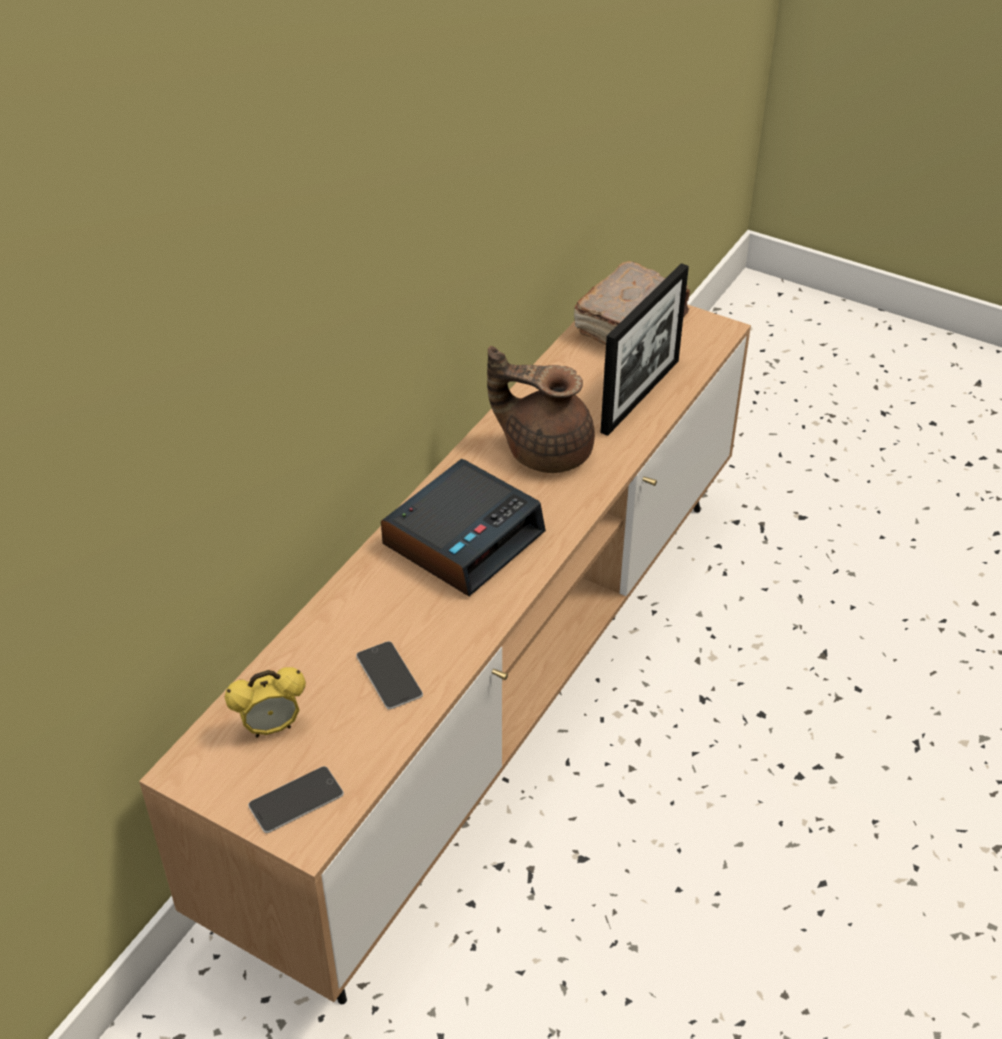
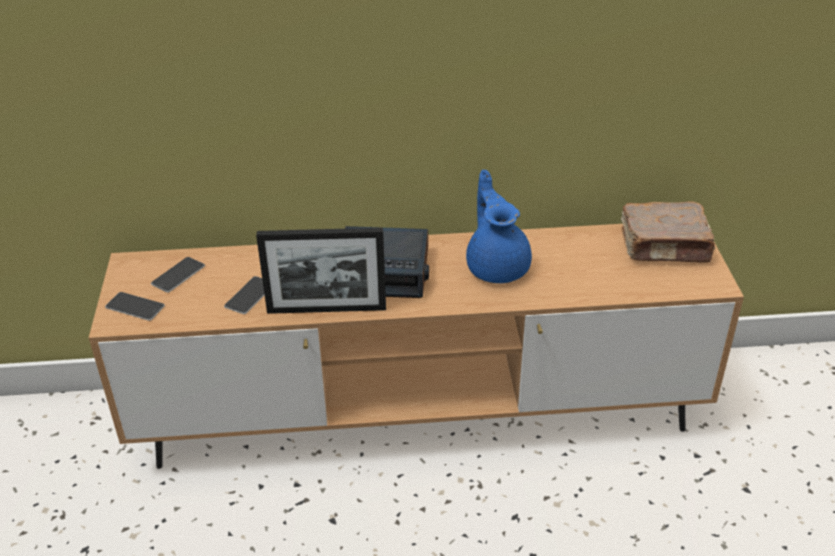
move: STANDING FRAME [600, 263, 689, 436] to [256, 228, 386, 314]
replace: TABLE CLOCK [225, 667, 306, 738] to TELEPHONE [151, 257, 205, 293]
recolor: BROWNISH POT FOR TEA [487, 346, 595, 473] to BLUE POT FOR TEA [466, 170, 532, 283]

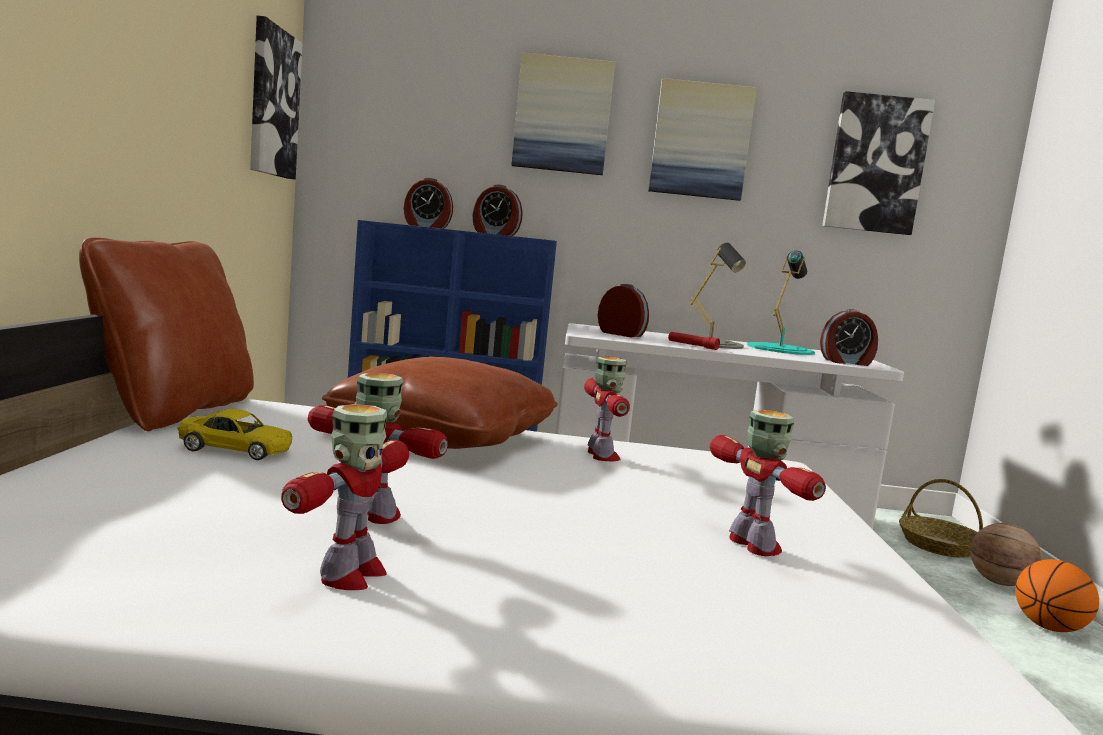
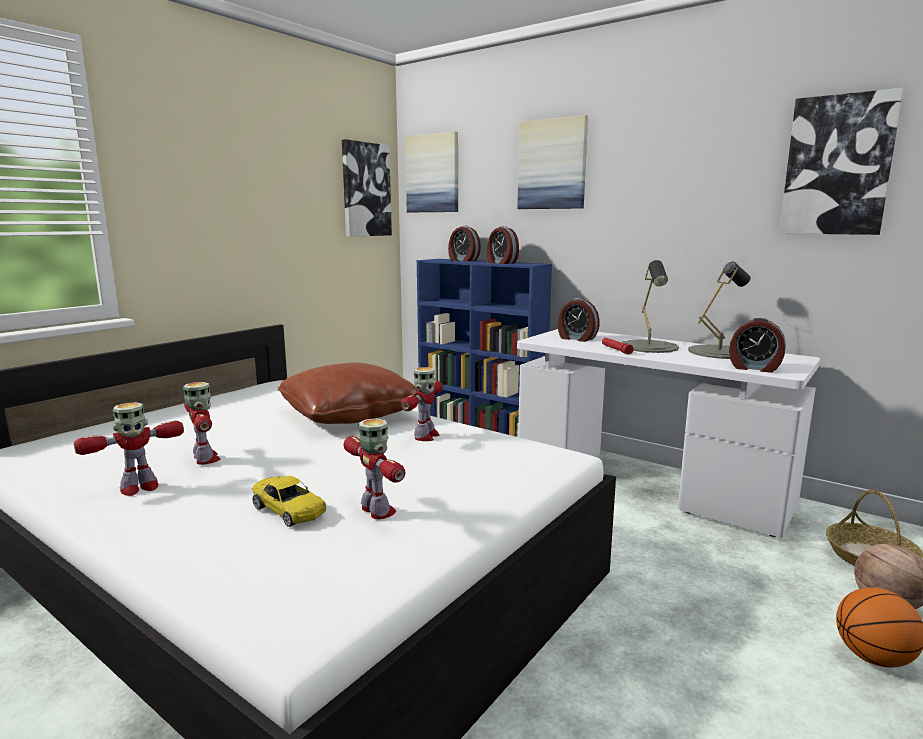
delete: BROWNISH THROW PILLOW [79, 238, 254, 431]
move: YELLOW-COLOURED MINIATURE CAR [177, 409, 292, 460] to [252, 476, 326, 527]; WALL PICTURE [648, 78, 757, 201] to [405, 131, 458, 212]
recolor: BLUE-GREEN TABLE LAMP [747, 251, 815, 355] to GRAY TABLE LAMP [688, 262, 751, 359]
rotate: TABLE CLOCK [598, 284, 649, 337] = [558, 298, 600, 342] 150 degrees clockwise; TOY ROBOT [710, 410, 826, 556] = [344, 419, 405, 519] 45 degrees counterclockwise

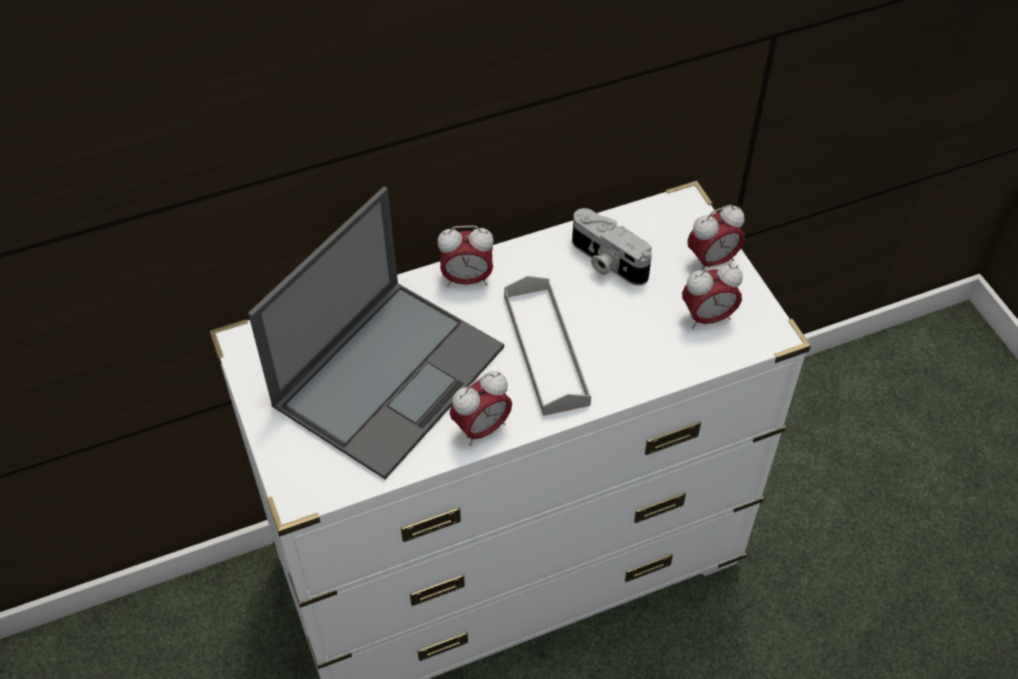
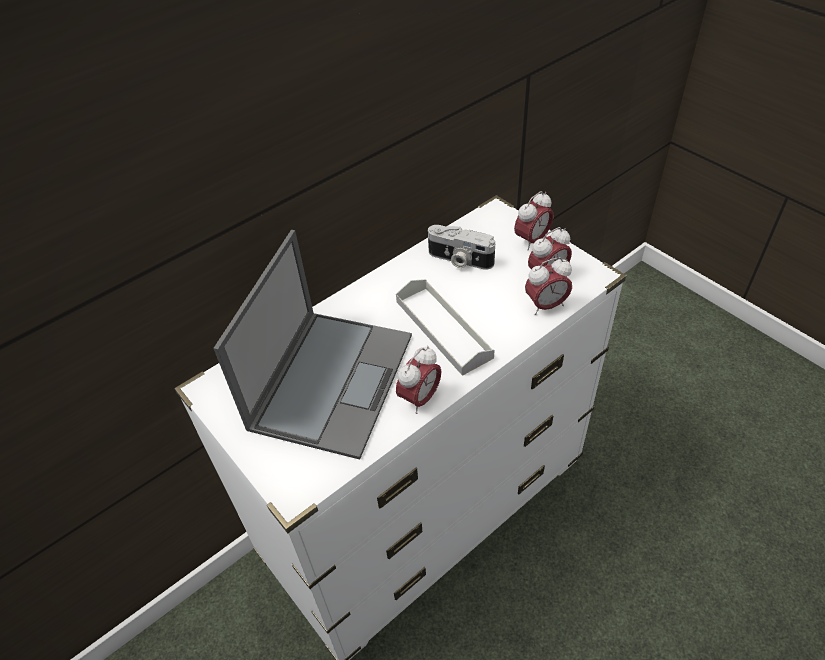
move: TABLE CLOCK [437, 225, 494, 287] to [525, 257, 572, 315]

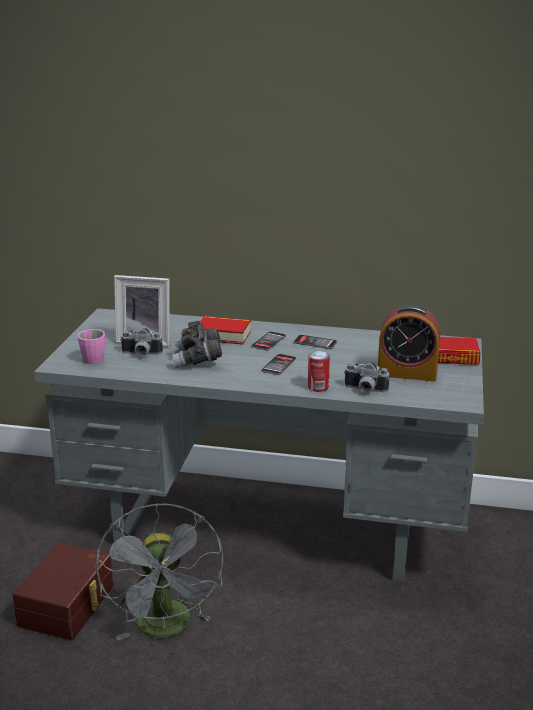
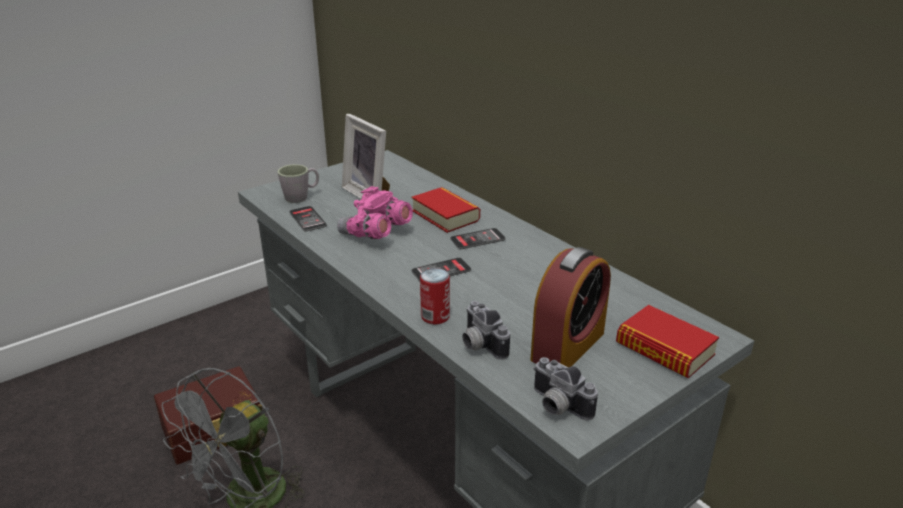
move: PHOTO CAMERA [120, 328, 163, 356] to [533, 357, 598, 420]; TELEPHONE [294, 335, 337, 349] to [289, 206, 327, 232]
recolor: PINK TEA MUG [77, 329, 105, 364] to GRAY TEA MUG [277, 164, 319, 203]; GRAY FIELD GLASSES [172, 321, 222, 368] to PINK FIELD GLASSES [337, 186, 413, 239]
rotate: TABLE CLOCK [378, 304, 440, 381] = [530, 247, 611, 367] 105 degrees counterclockwise

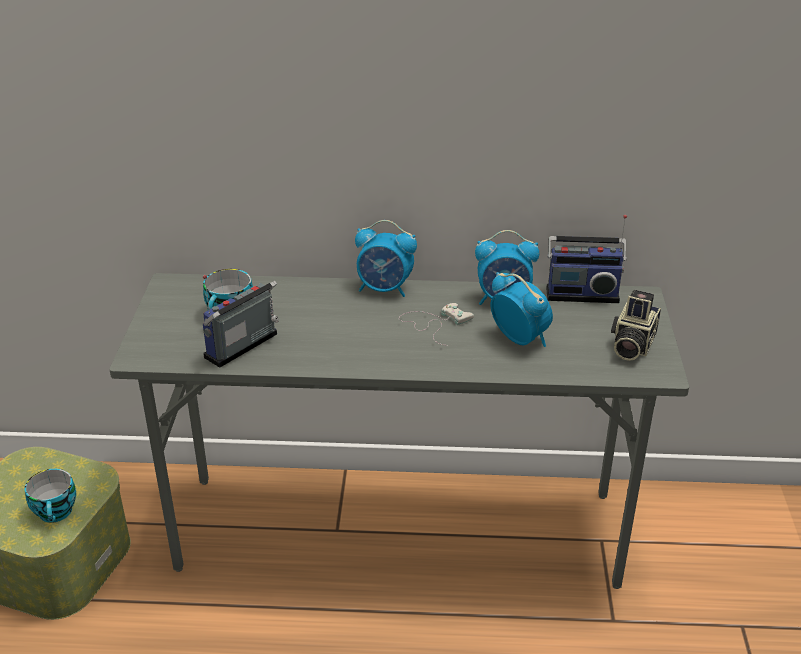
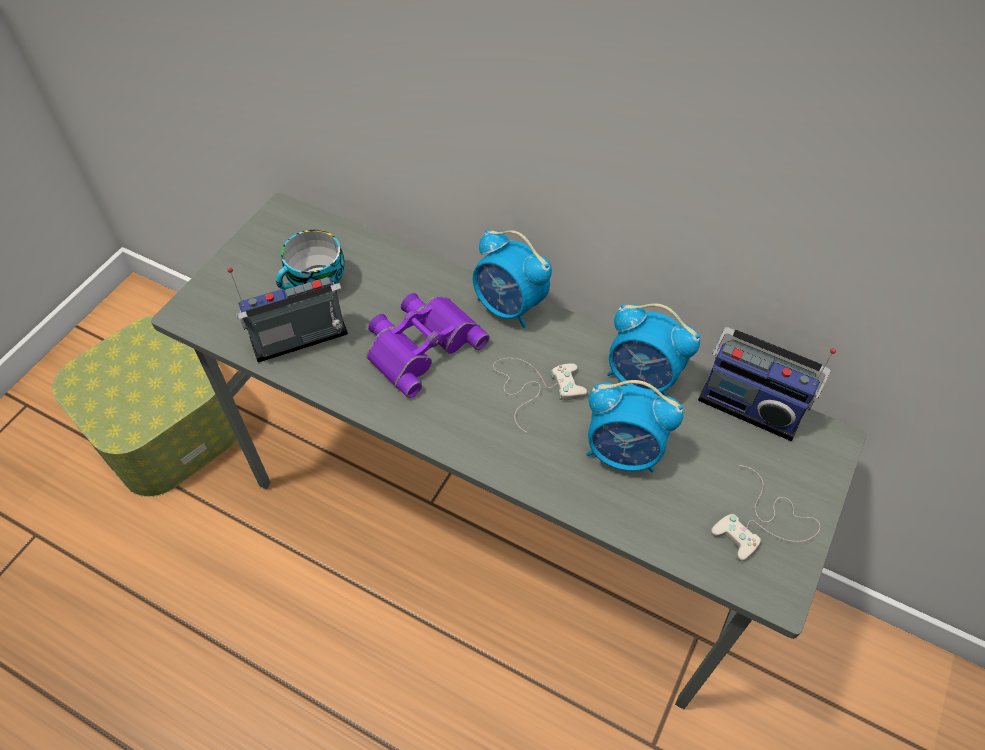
delete: SMALL CUP [25, 469, 76, 523]
insert: PURPLE-COLOURED FIELD GLASSES [366, 293, 490, 398]
replace: PHOTO CAMERA [611, 290, 661, 361] to WHITISH JOYPAD [711, 465, 820, 561]
rotate: TABLE CLOCK [490, 272, 553, 347] = [586, 380, 683, 472] 120 degrees clockwise

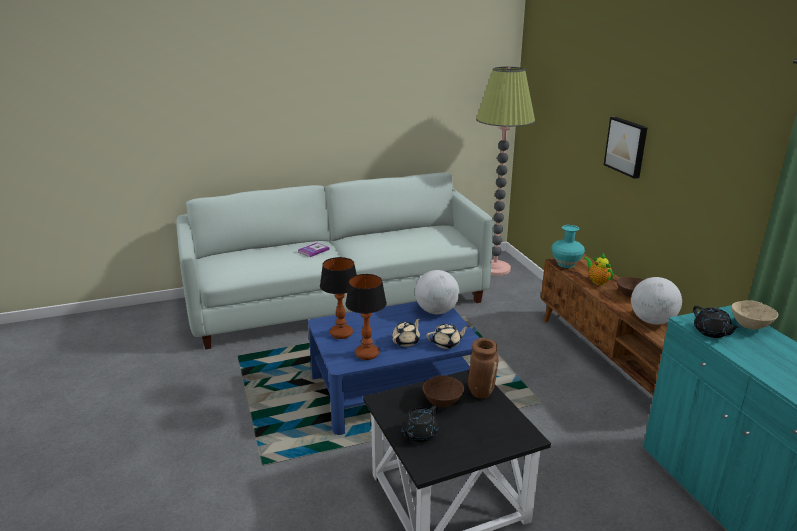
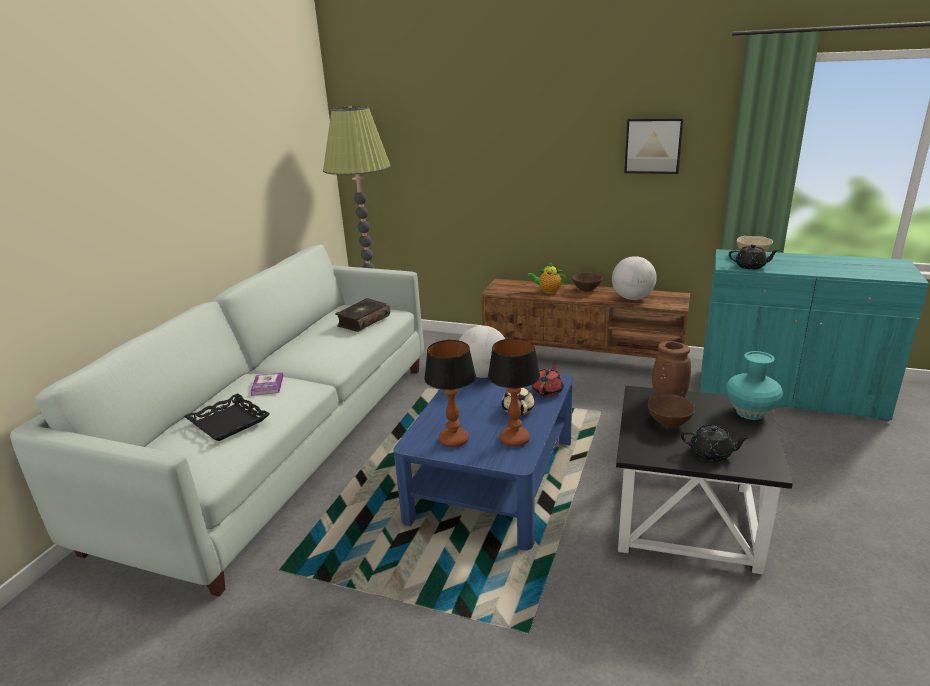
insert: BLACK-COLOURED CARRYING TRAY [184, 394, 270, 441]; BOOK [335, 298, 390, 332]
move: BLUE-GREEN FLOWER VASE [551, 225, 585, 268] to [726, 351, 783, 420]; WALL PICTURE [604, 117, 648, 179] to [624, 118, 684, 174]
recolor: BEIGE-COLOURED POT FOR TEA [426, 324, 469, 349] to REDDISH POT FOR TEA [532, 363, 564, 397]
rotate: BLACK-COLOURED POT FOR TEA [401, 406, 438, 442] = [681, 425, 751, 461] 60 degrees counterclockwise

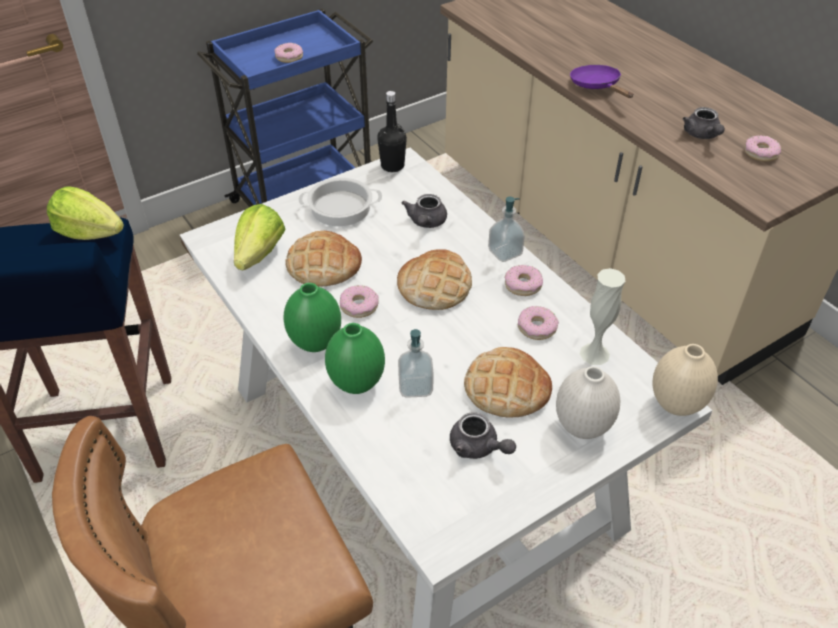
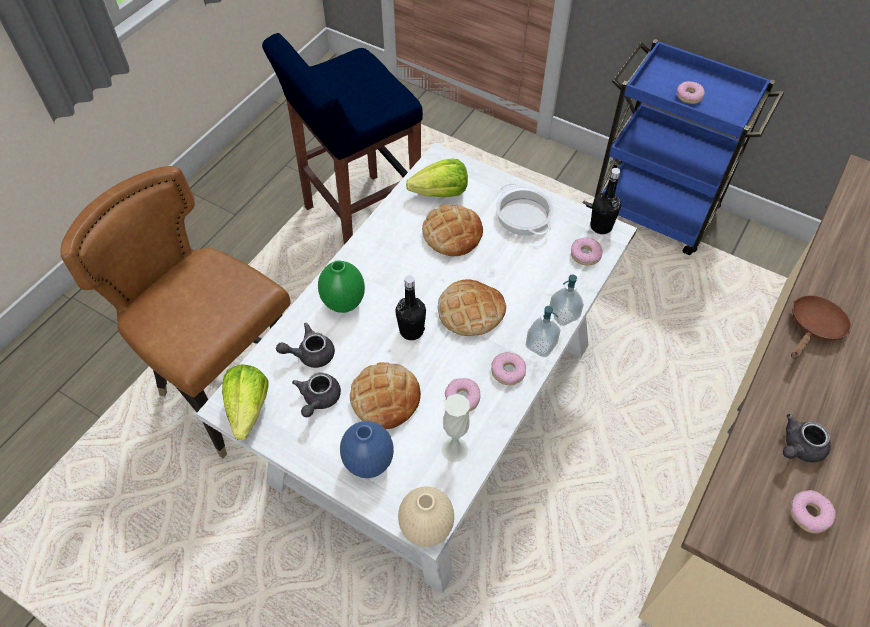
delete: GREEN-COLOURED FLOWER VASE [284, 283, 341, 352]
insert: BLACK-COLOURED BEVERAGE BOTTLE [396, 275, 426, 340]
move: HEAD OF LETTUCE [47, 186, 124, 240] to [222, 364, 269, 440]; DONUT [340, 285, 379, 318] to [571, 237, 602, 265]; LIQUID SOAP BOTTLE [398, 329, 434, 398] to [549, 275, 584, 326]; GRAY POT FOR TEA [401, 194, 447, 228] to [276, 323, 335, 368]
recolor: WHITISH FLOWER VASE [556, 366, 621, 439] to BLUE FLOWER VASE [340, 421, 394, 478]; PURPLE-COLOURED PAN [570, 65, 633, 98] to BROWNISH PAN [791, 295, 851, 359]

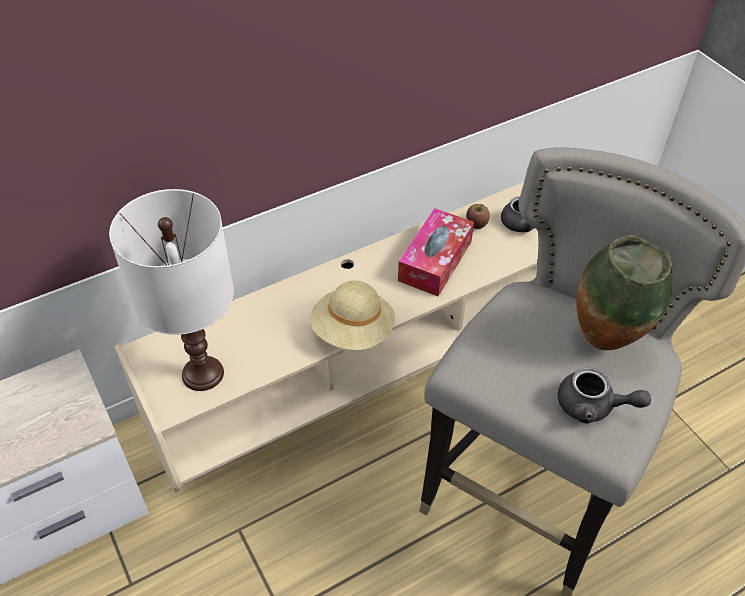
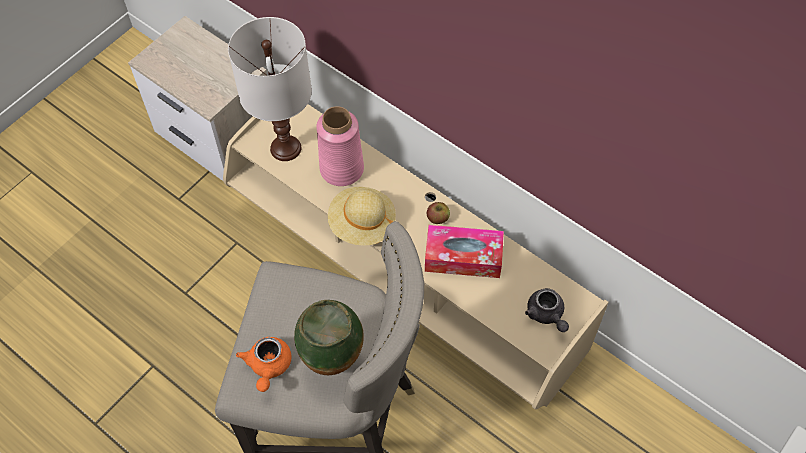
insert: PINK FLOWER VASE [316, 106, 364, 186]
move: APPLE FRUIT [466, 204, 489, 229] to [427, 202, 450, 224]
recolor: GRAY POT FOR TEA [558, 368, 651, 424] to ORANGEY POT FOR TEA [236, 337, 291, 392]

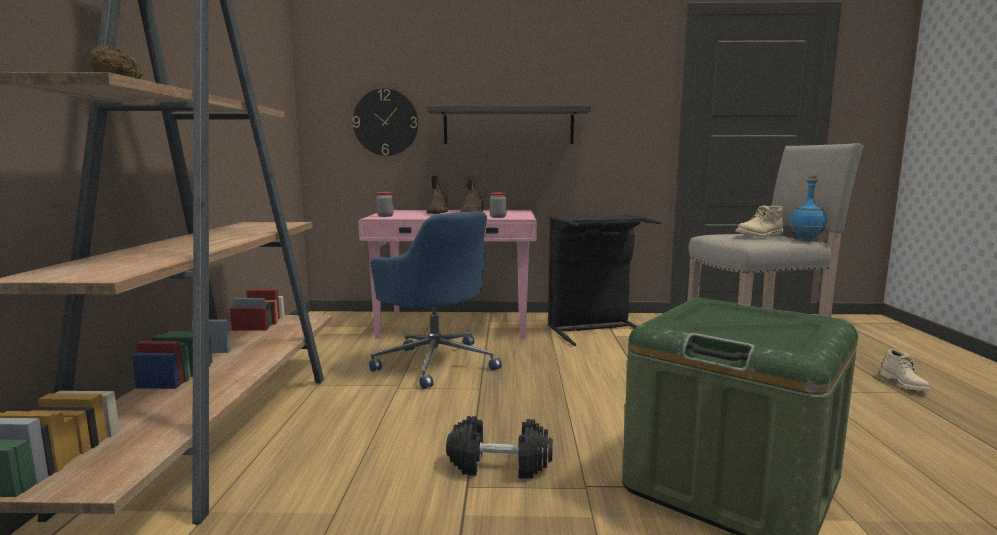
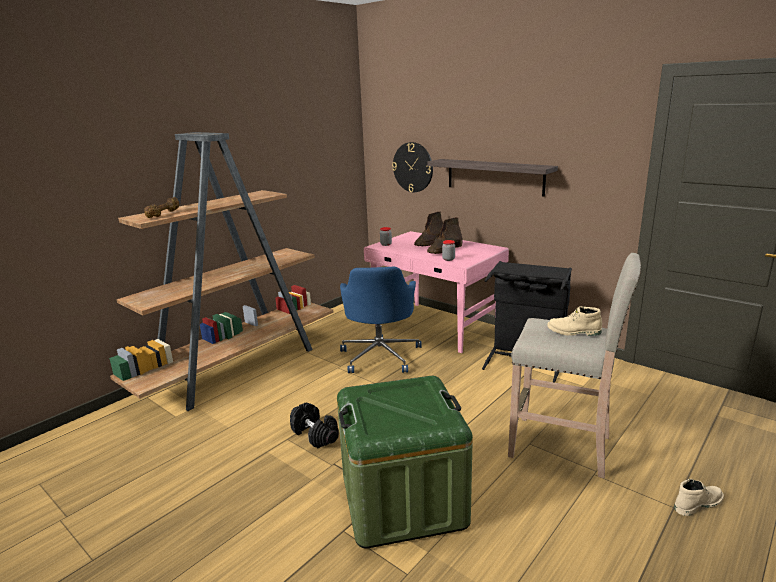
delete: BLUE BEVERAGE BOTTLE [790, 175, 827, 241]
rotate: BEIGE-COLOURED BOOT [880, 349, 930, 391] = [674, 479, 724, 516] 150 degrees counterclockwise

